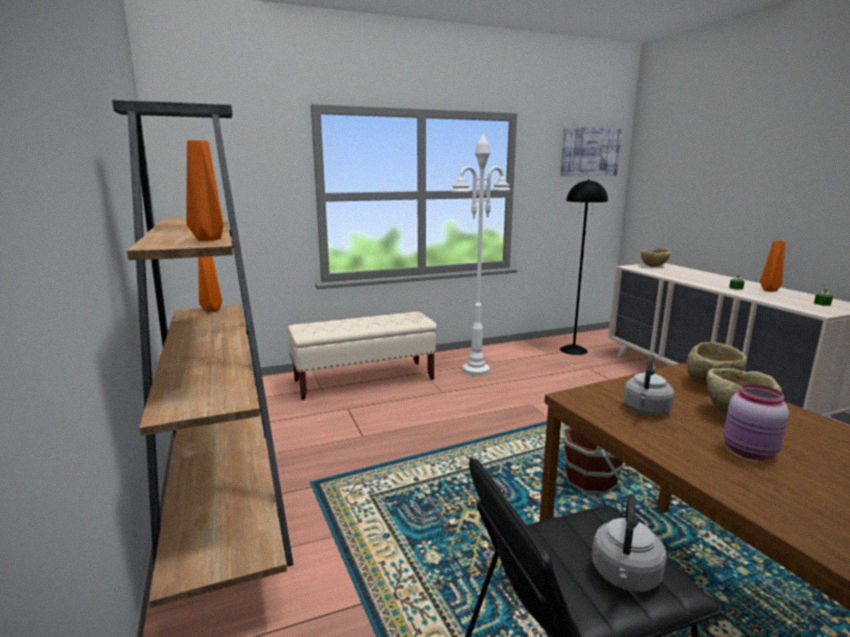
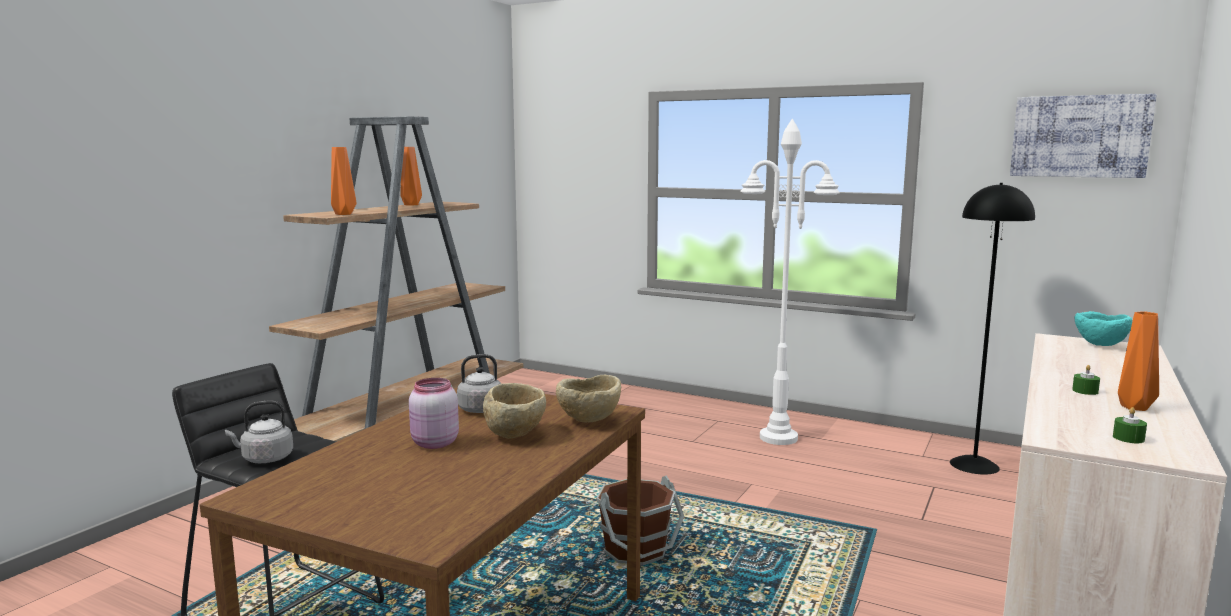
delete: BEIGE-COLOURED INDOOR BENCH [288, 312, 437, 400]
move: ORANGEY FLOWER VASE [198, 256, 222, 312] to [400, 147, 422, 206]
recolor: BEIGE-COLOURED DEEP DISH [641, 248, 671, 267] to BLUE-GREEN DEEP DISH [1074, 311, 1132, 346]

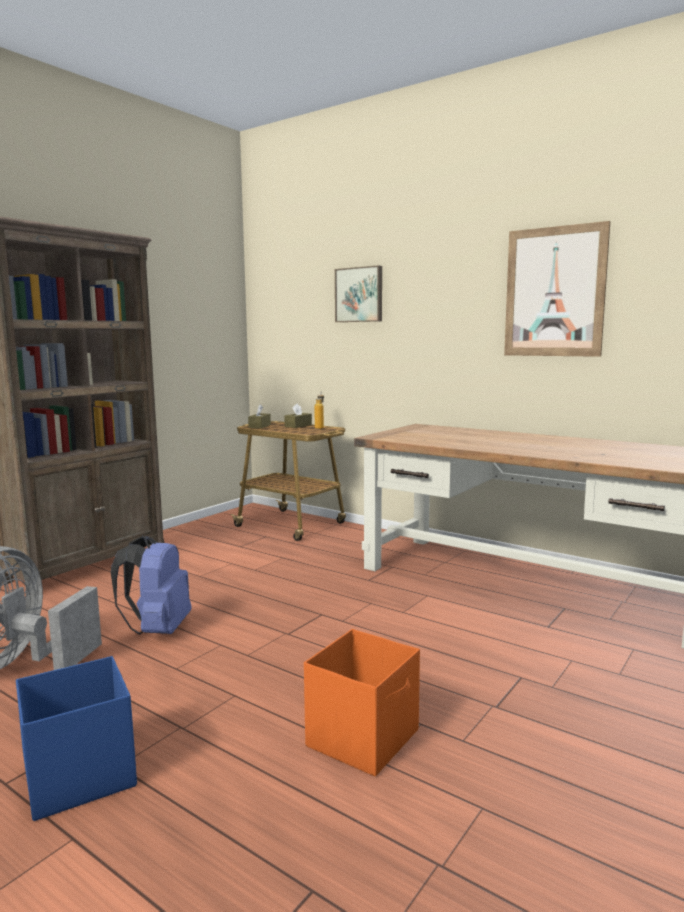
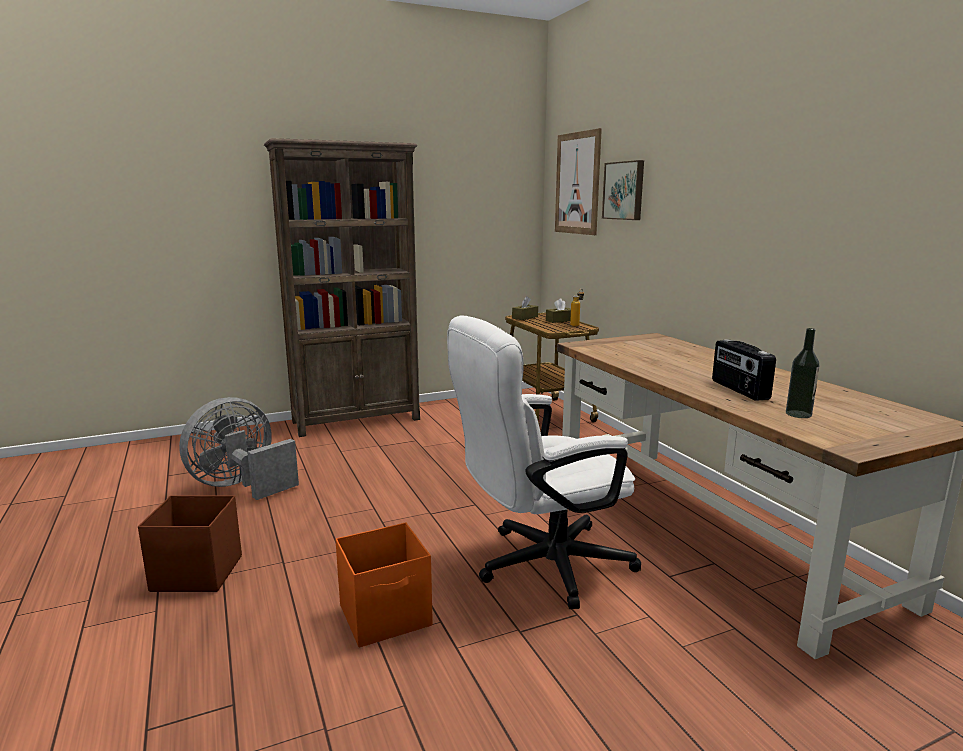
delete: BLUE RUCKSACK [111, 536, 191, 635]
insert: WHITISH COMPUTER CHAIR [447, 315, 641, 609]; RADIO SET [712, 339, 776, 401]; BEVERAGE BOTTLE [786, 328, 820, 418]
move: WALL PICTURE [504, 221, 610, 357] to [555, 128, 602, 235]
recolor: BLUE STORAGE BIN [16, 656, 137, 821] to BROWNISH STORAGE BIN [138, 495, 242, 592]

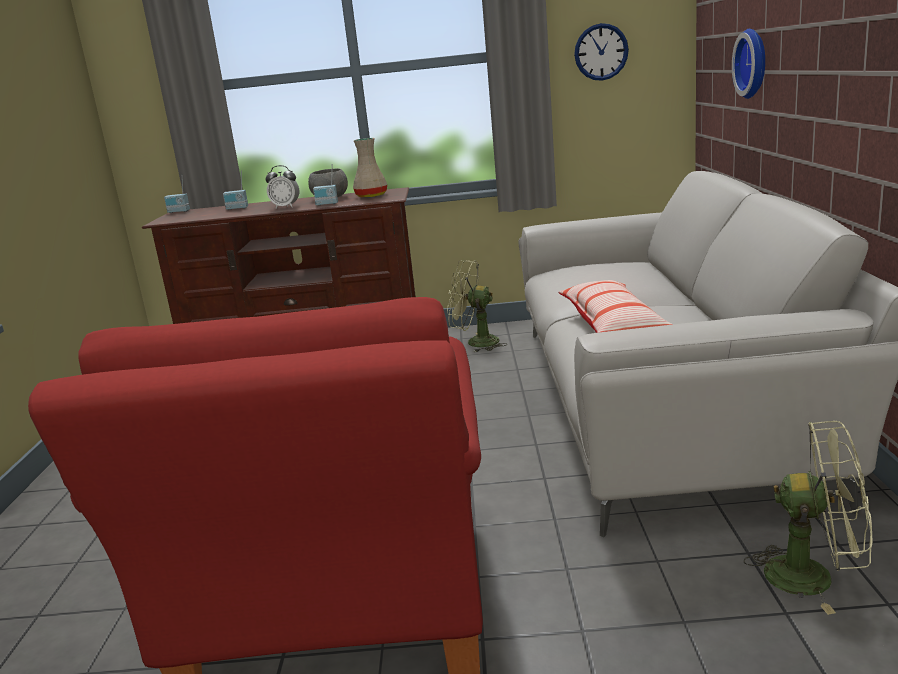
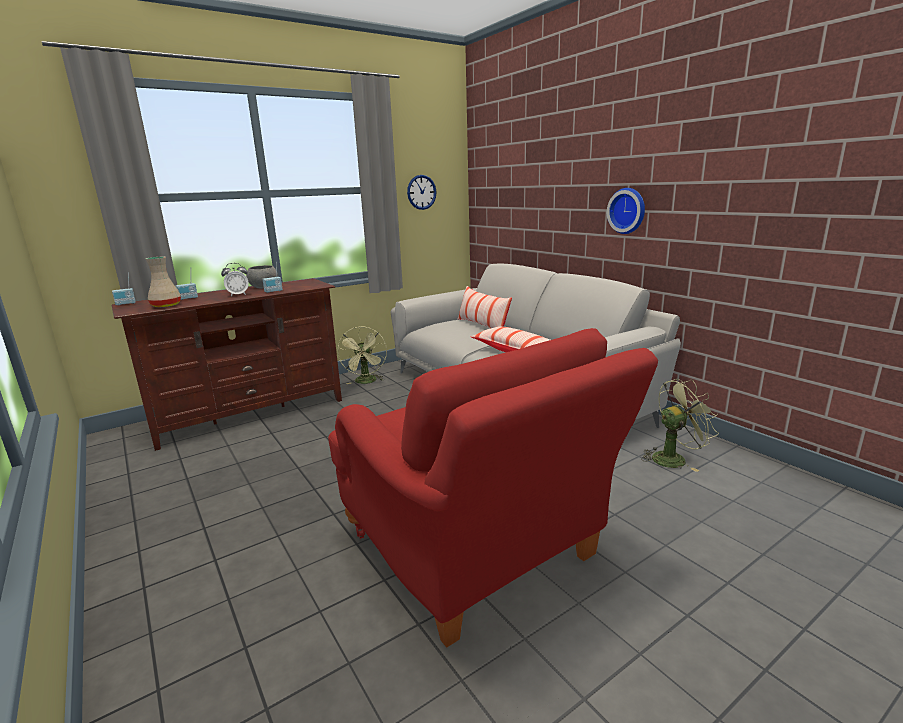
insert: THROW PILLOW [457, 286, 512, 328]
move: BEIGE-COLOURED FLOWER VASE [353, 138, 387, 198] to [146, 257, 181, 307]; CLOCK ON THE WALL [732, 29, 765, 99] to [607, 188, 645, 234]
rotate: GREEN-COLOURED COOLING FAN [447, 260, 507, 352] = [337, 326, 387, 384] 75 degrees counterclockwise

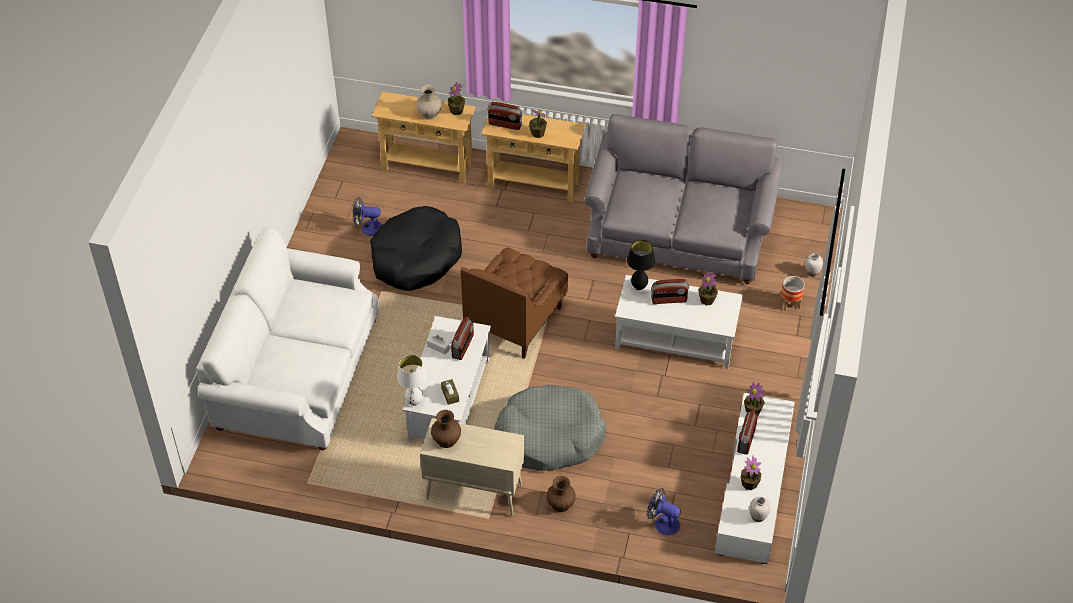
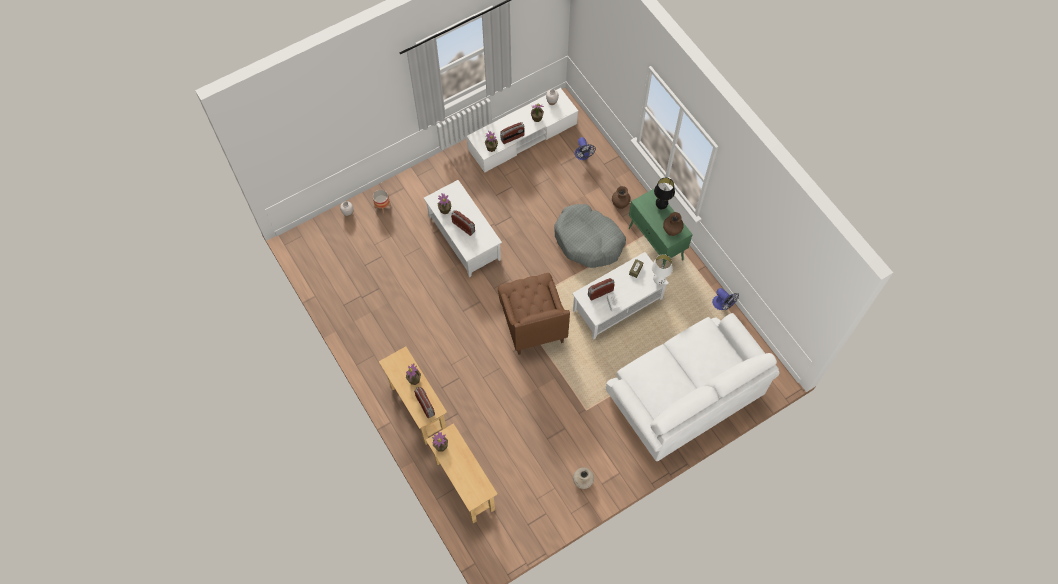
delete: BLACK-COLOURED DOG BED [370, 206, 462, 291]; GRAY COUCH [585, 114, 783, 284]
move: COOLING FAN [353, 197, 382, 236] to [712, 288, 739, 310]; BEIGE-COLOURED FLOWER VASE [416, 84, 442, 120] to [573, 467, 594, 489]; BLACK-COLOURED TABLE LAMP [627, 240, 655, 290] to [654, 178, 675, 209]
recolor: BEIGE-COLOURED CABINET [420, 418, 524, 516] to GREEN-COLOURED CABINET [629, 188, 693, 269]
rotate: BROWNISH LOUNGE CHAIR [461, 248, 568, 359] = [498, 273, 570, 355] 90 degrees clockwise

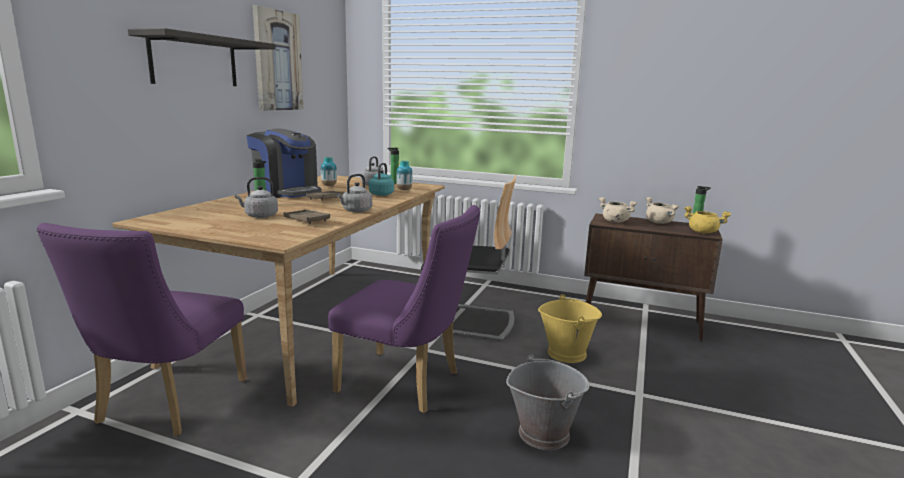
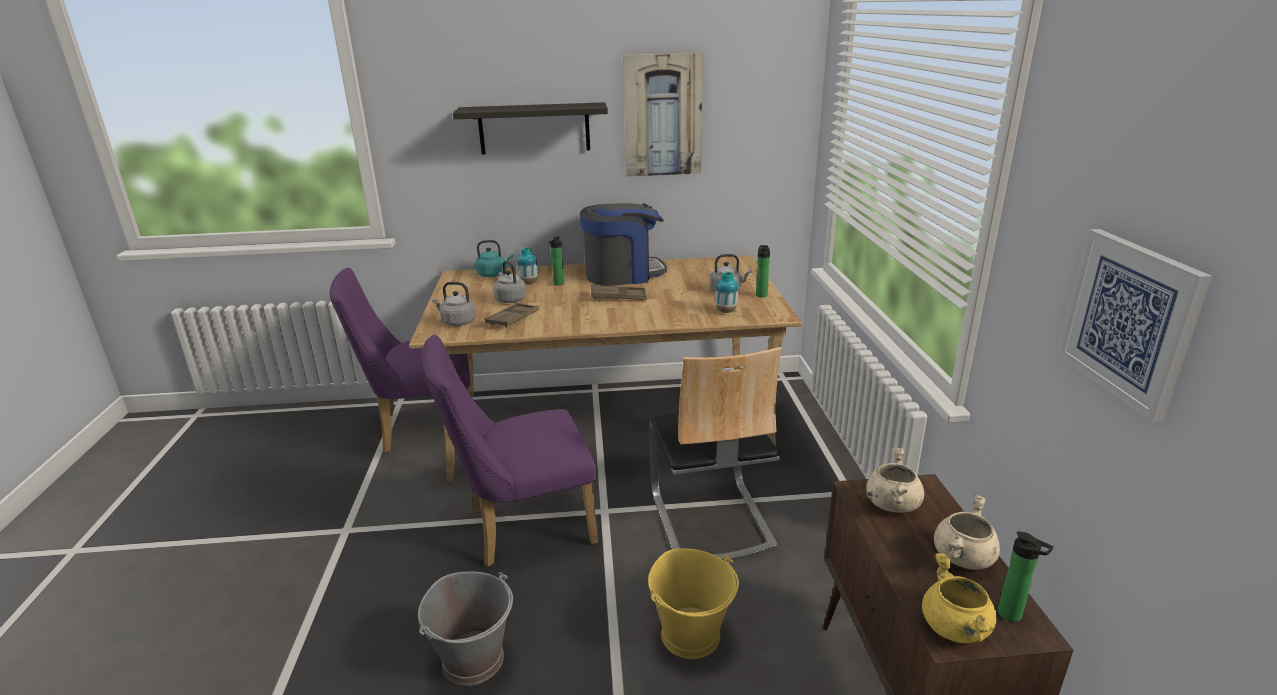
insert: WALL PICTURE [1058, 229, 1212, 422]
move: FLOWER VASE [321, 157, 337, 186] to [517, 247, 538, 284]; GRAY KETTLE [336, 174, 372, 212] to [432, 282, 476, 326]; BLUE-GREEN KETTLE [369, 163, 394, 196] to [475, 240, 513, 277]
rotate: COFFEE MACHINE [246, 129, 322, 198] = [580, 203, 667, 286] 120 degrees counterclockwise; PURPLE-COLOURED UPRIGHT CHAIR [328, 205, 480, 413] = [422, 335, 598, 567] 75 degrees clockwise

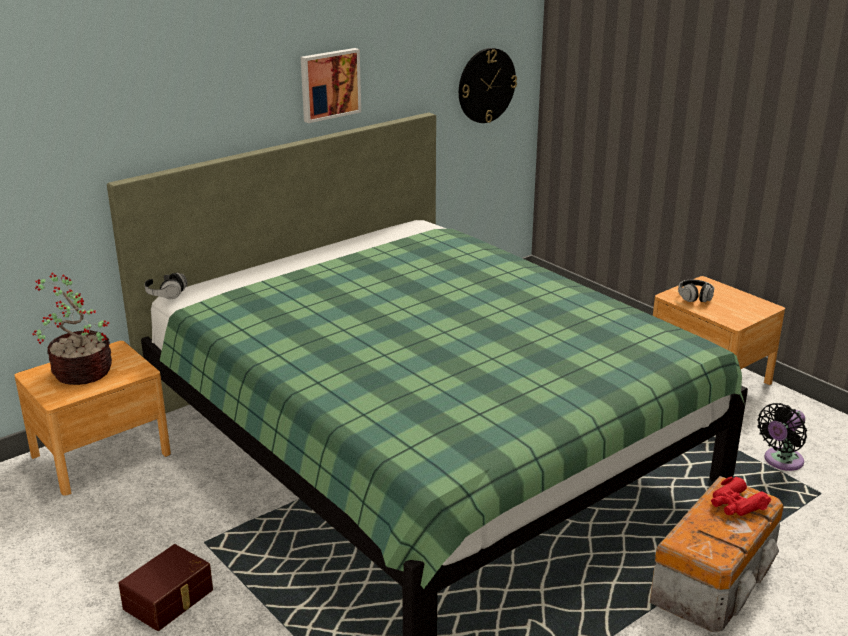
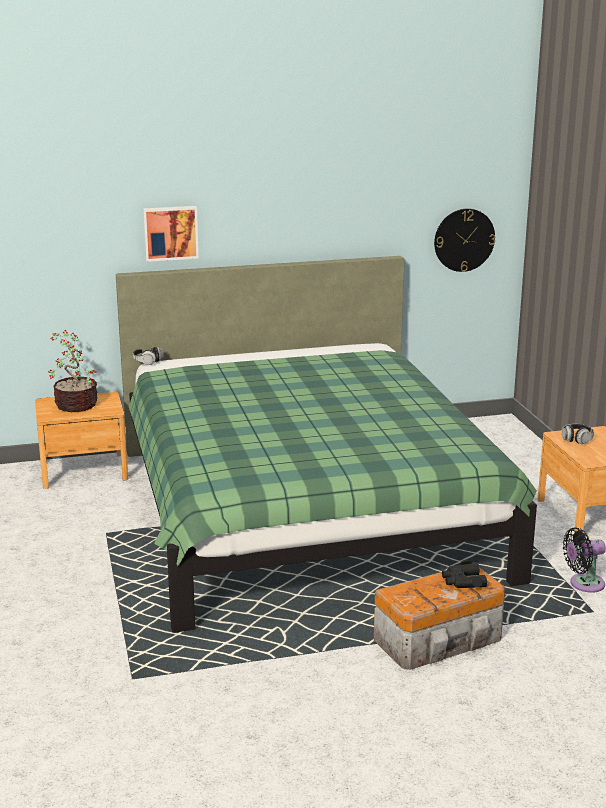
delete: BROWNISH STORAGE BIN [118, 544, 213, 631]
move: WALL PICTURE [301, 48, 361, 123] to [143, 206, 199, 262]
recolor: REDDISH FIELD GLASSES [711, 477, 771, 516] to BLACK-COLOURED FIELD GLASSES [442, 560, 488, 588]

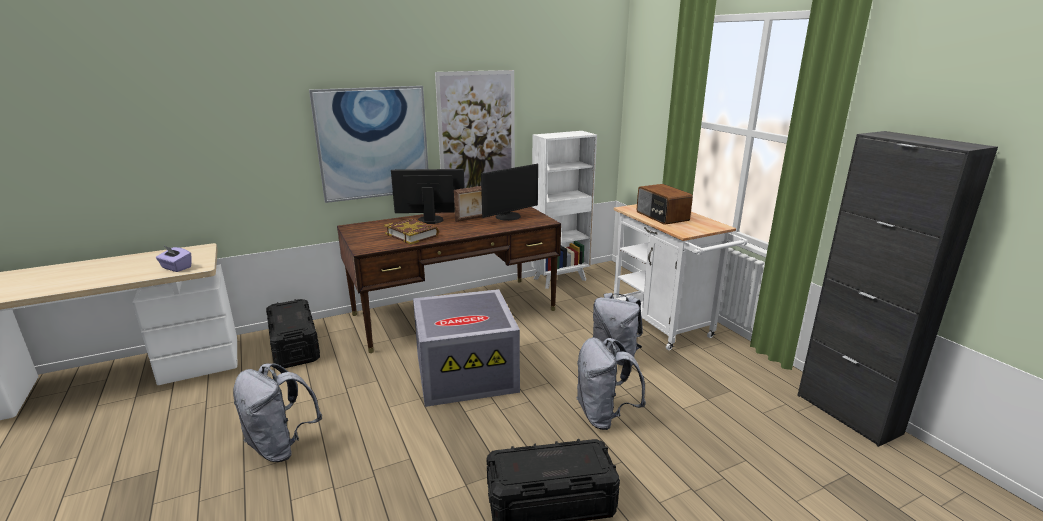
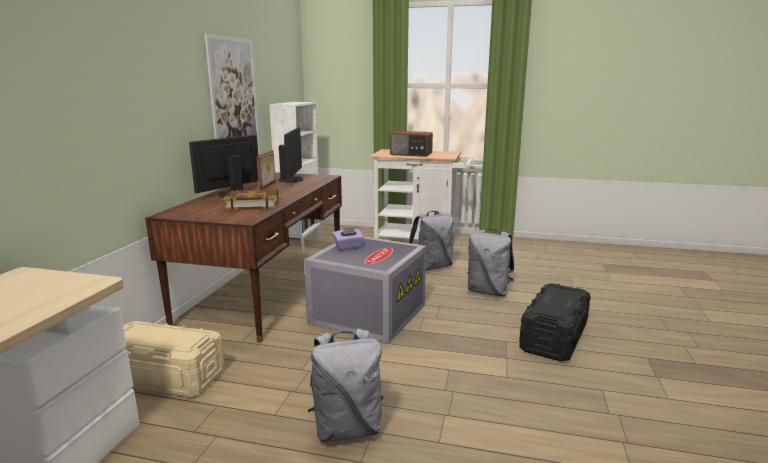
delete: WALL PICTURE [309, 86, 428, 203]; BLACK-COLOURED CABINET [797, 131, 998, 447]
move: PURPLE-COLOURED TISSUE BOX [156, 246, 192, 272] to [333, 227, 364, 250]
recolor: BLACK-COLOURED STORAGE BIN [266, 299, 320, 368] to BEIGE-COLOURED STORAGE BIN [123, 321, 224, 397]

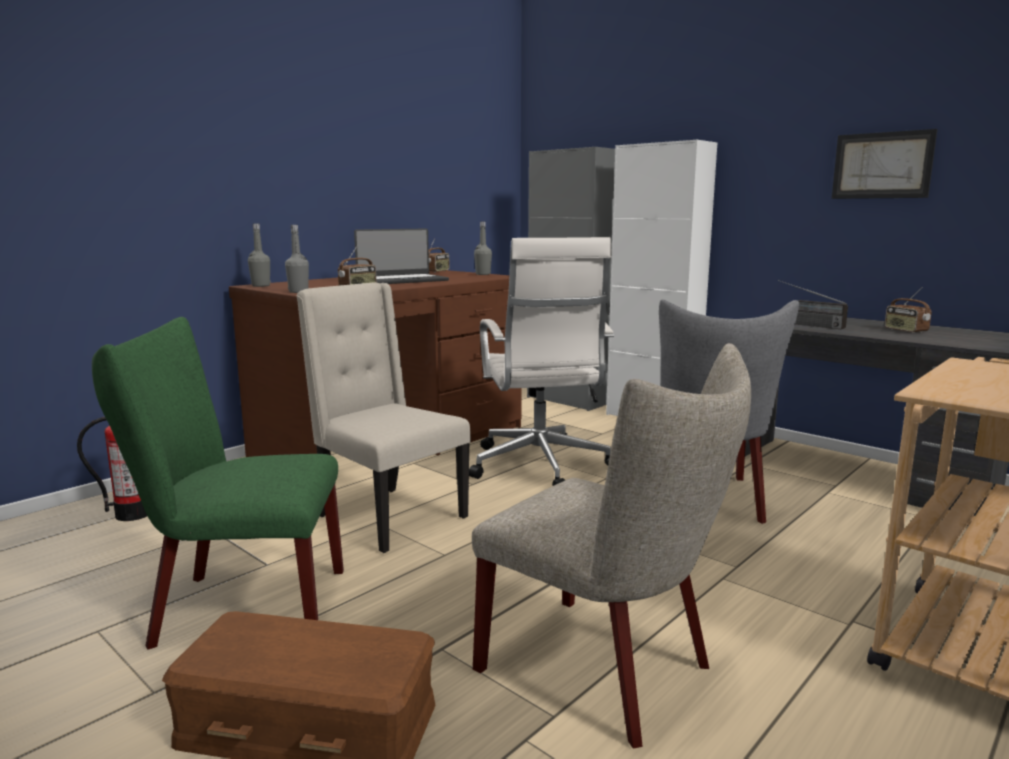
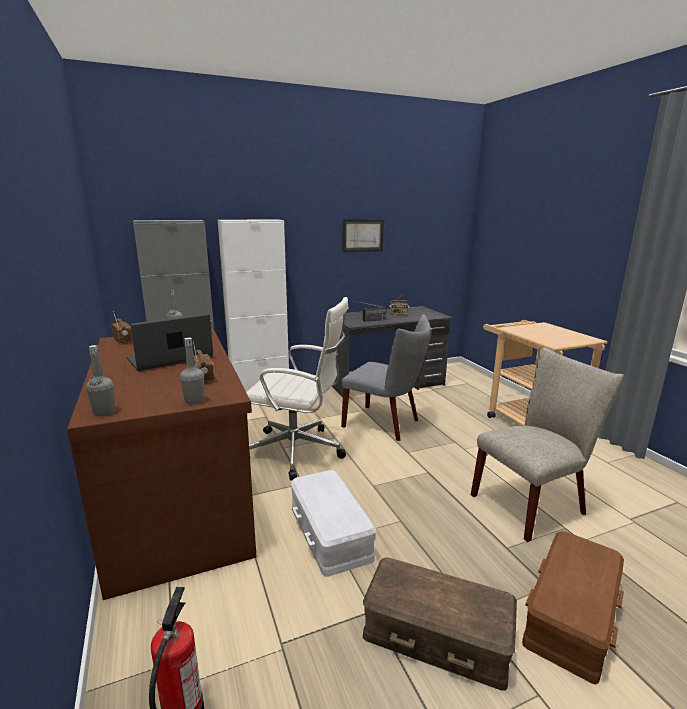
replace: GREEN-COLOURED UPRIGHT CHAIR [92, 317, 344, 650] to BROWNISH STORAGE BIN [363, 558, 517, 691]; BEIGE-COLOURED UPRIGHT CHAIR [296, 283, 471, 553] to WHITISH STORAGE BIN [290, 470, 376, 577]
rotate: LAPTOP [354, 228, 449, 284] = [127, 313, 213, 371] 120 degrees counterclockwise

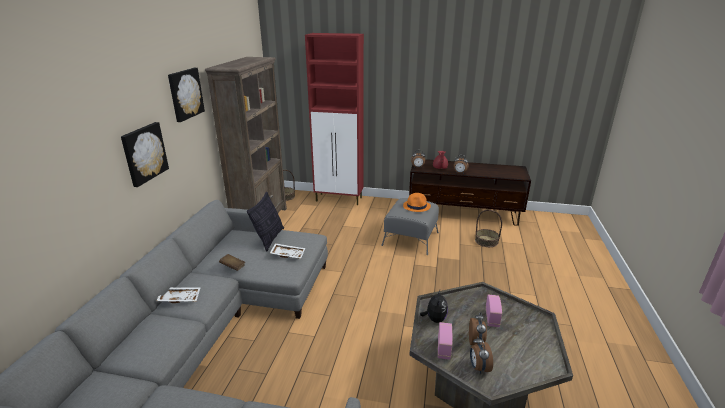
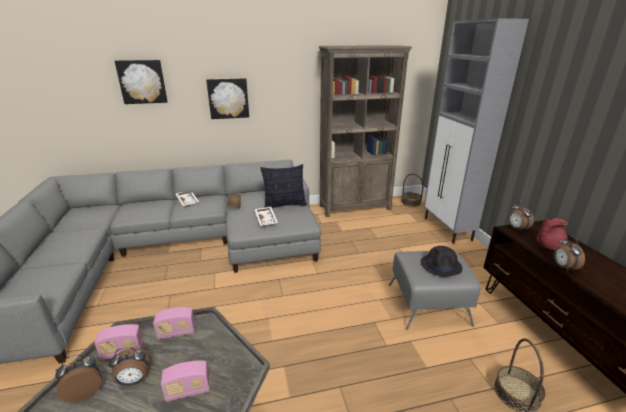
move: WALL PICTURE [168, 68, 205, 122] to [115, 60, 168, 104]
replace: CUDDLY TOY [420, 290, 448, 323] to RADIO SET [153, 307, 195, 339]
recolor: REDDISH CABINET [305, 33, 364, 205] to GRAY CABINET [424, 18, 529, 244]; ORANGEY WEARABLE HAT [403, 193, 431, 212] to BLACK-COLOURED WEARABLE HAT [421, 246, 462, 277]

